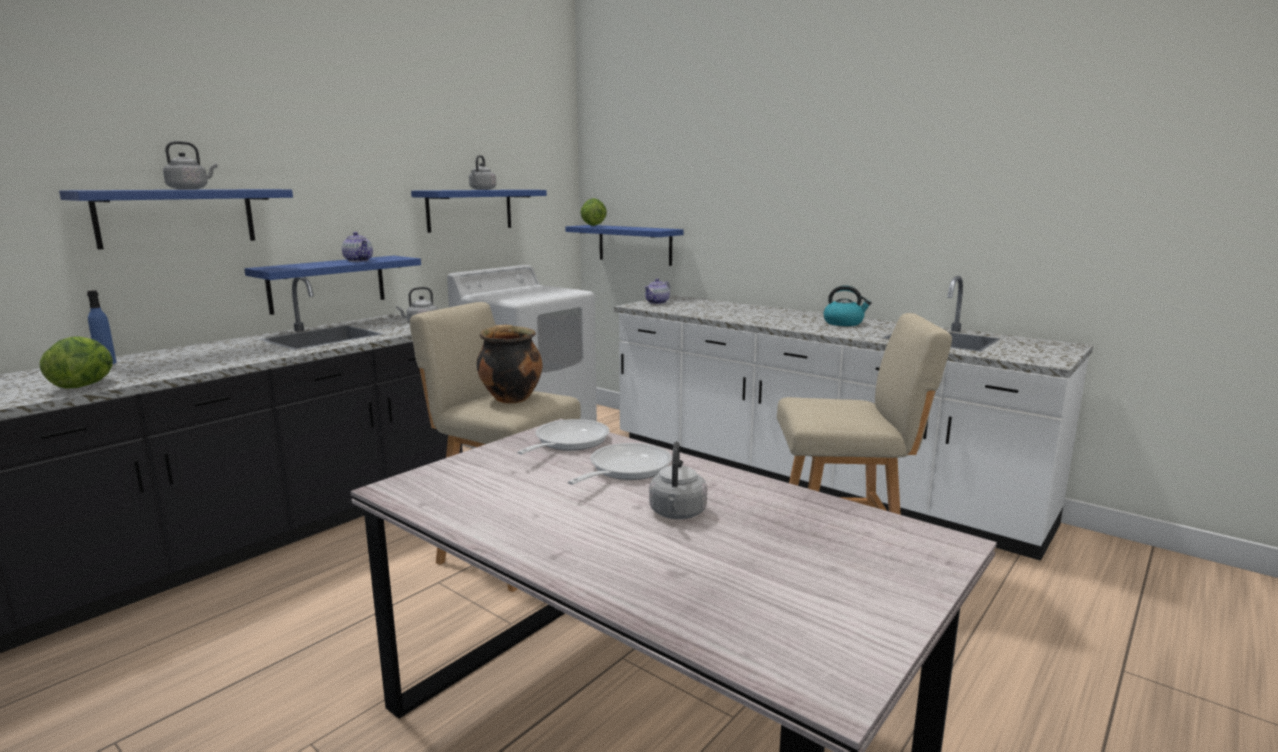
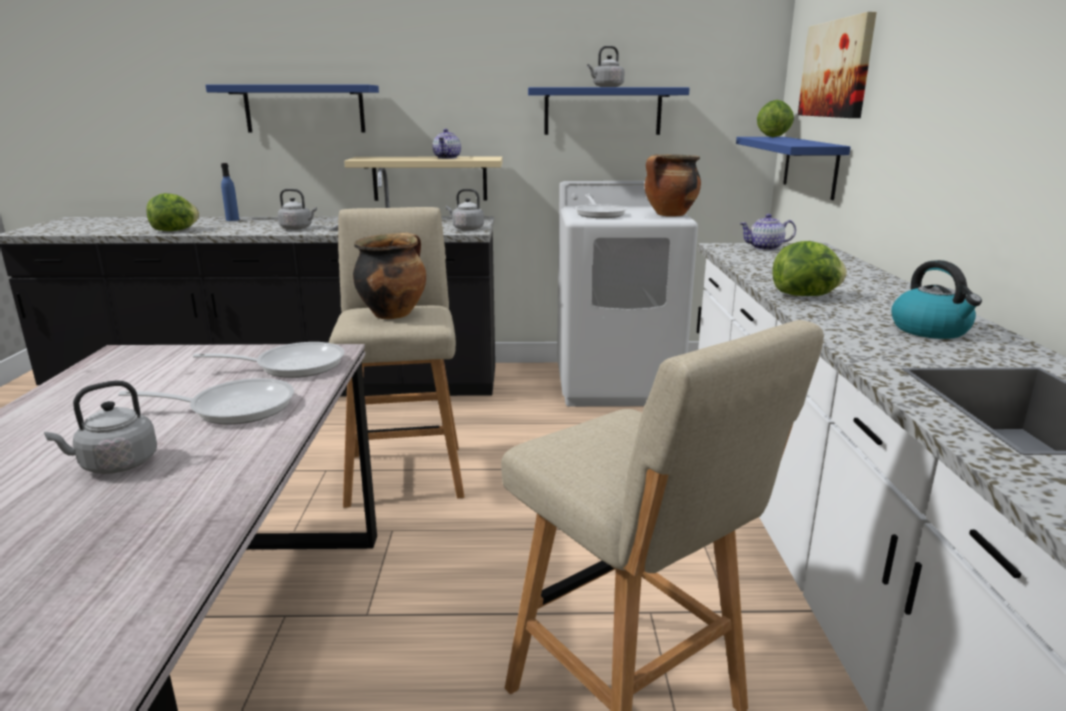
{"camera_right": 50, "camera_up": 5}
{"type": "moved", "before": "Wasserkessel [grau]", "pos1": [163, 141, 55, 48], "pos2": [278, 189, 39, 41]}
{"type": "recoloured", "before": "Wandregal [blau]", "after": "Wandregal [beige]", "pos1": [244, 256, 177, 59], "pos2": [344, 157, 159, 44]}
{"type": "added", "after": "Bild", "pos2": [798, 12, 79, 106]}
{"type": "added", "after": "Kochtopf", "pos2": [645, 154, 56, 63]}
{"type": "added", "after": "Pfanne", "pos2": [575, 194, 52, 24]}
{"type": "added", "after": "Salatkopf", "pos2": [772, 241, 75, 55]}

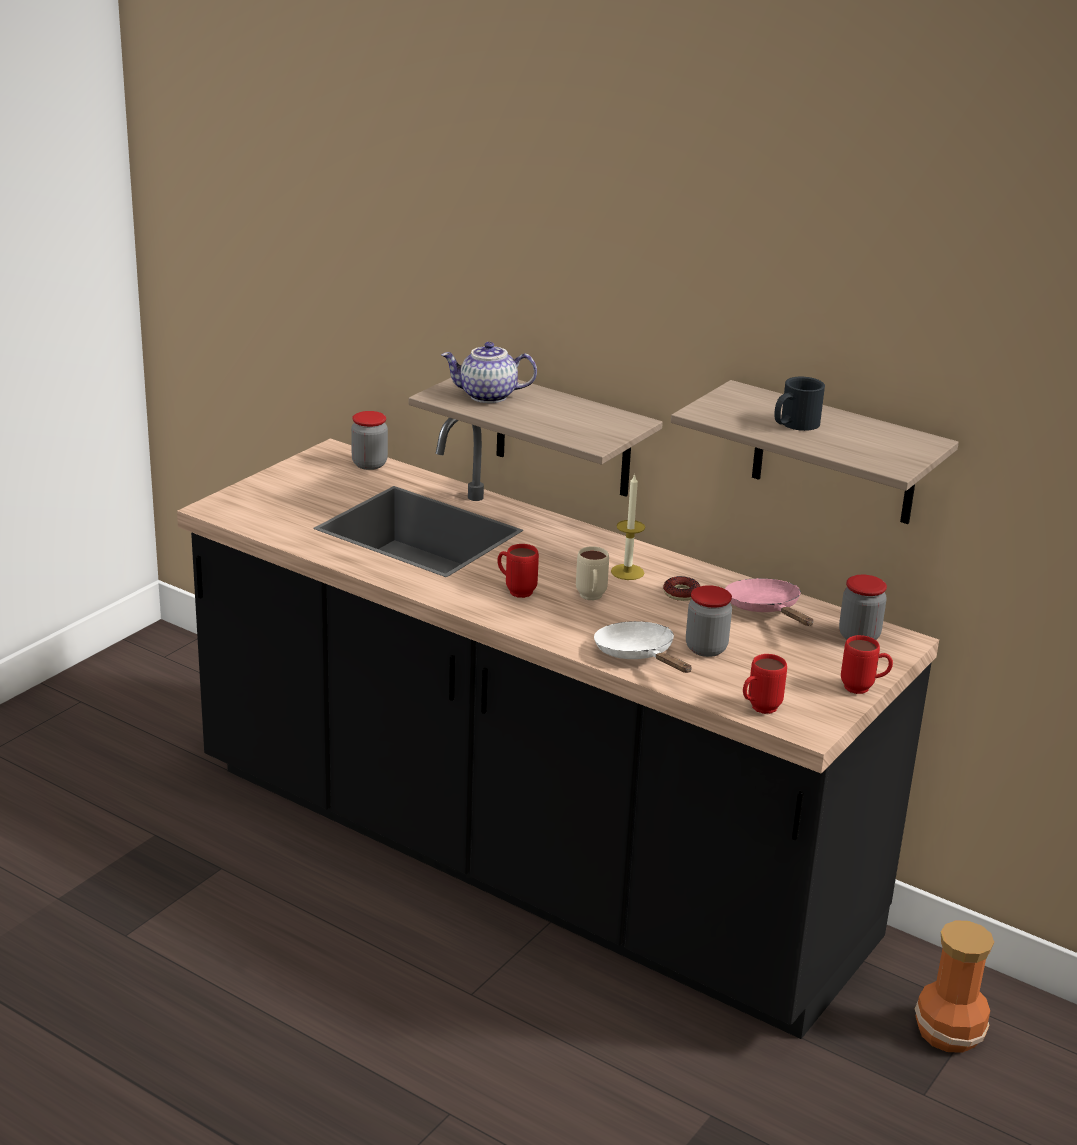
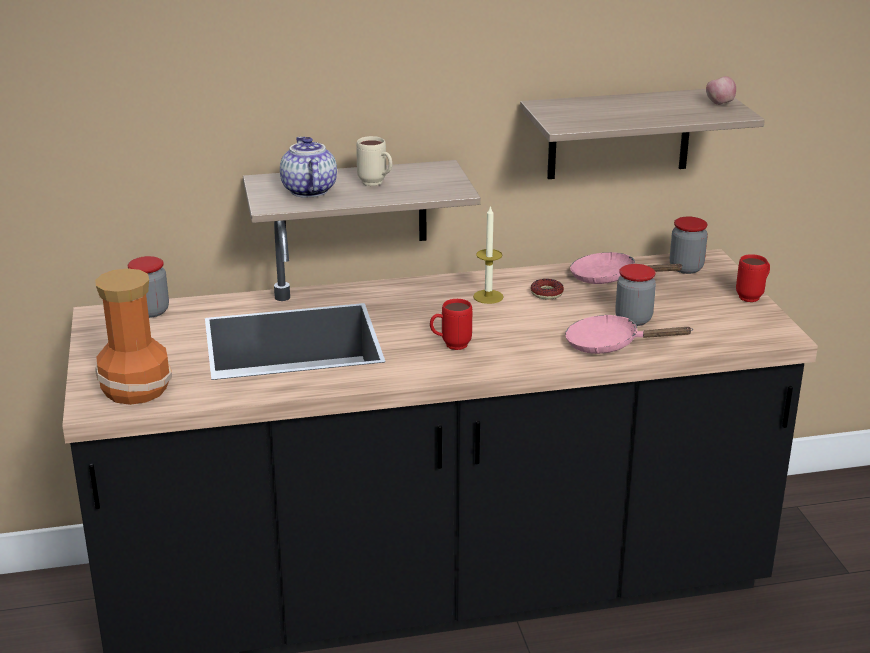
{"camera_right": -45, "camera_up": 0}
{"type": "turned", "before": "Teekanne", "pos1": [441, 342, 96, 61], "pos2": [280, 137, 57, 61], "turn": 120}
{"type": "removed", "before": "Henkelbecher [schwarz]", "pos1": [774, 377, 51, 54]}
{"type": "moved", "before": "Henkelbecher [beige]", "pos1": [576, 546, 33, 54], "pos2": [356, 136, 36, 50]}
{"type": "recoloured", "before": "Pfanne [weiß]", "after": "Pfanne [rosa]", "pos1": [594, 621, 98, 52], "pos2": [565, 314, 128, 40]}
{"type": "removed", "before": "Henkelbecher [rot]", "pos1": [743, 654, 44, 60]}
{"type": "moved", "before": "Vase", "pos1": [915, 920, 79, 133], "pos2": [95, 268, 77, 137]}
{"type": "added", "after": "Apfel", "pos2": [706, 76, 30, 29]}

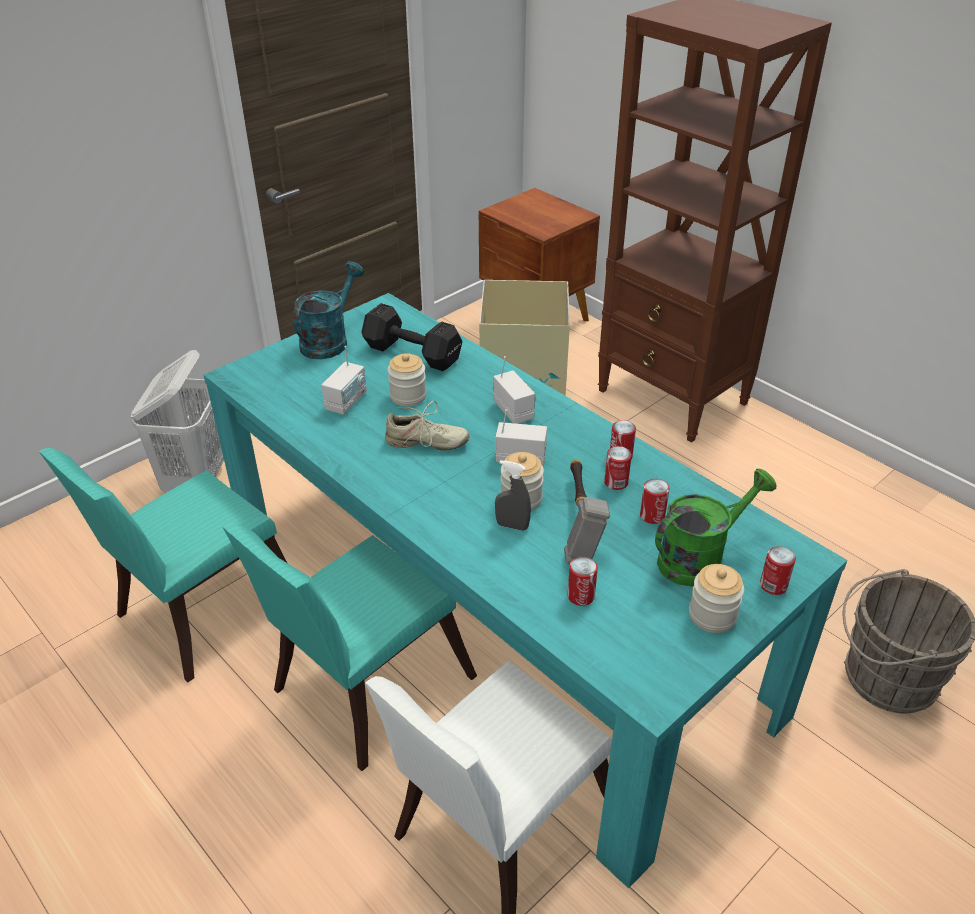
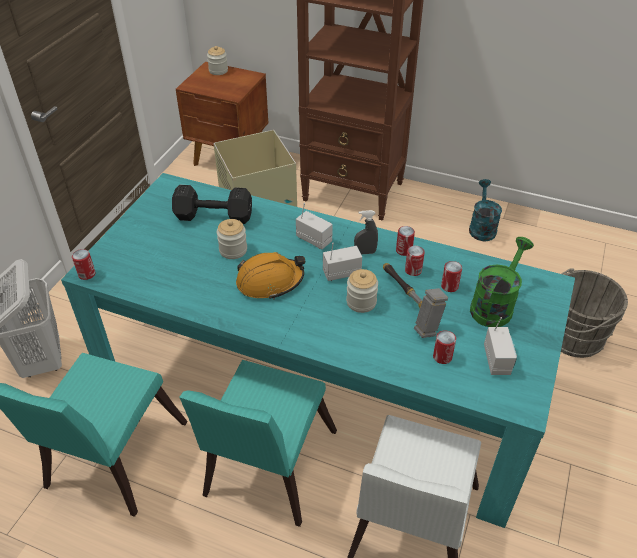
{"camera_right": -25, "camera_up": 5}
{"type": "moved", "before": "Gießkanne [türkis]", "pos1": [293, 261, 71, 98], "pos2": [469, 179, 33, 62]}
{"type": "moved", "before": "Radio", "pos1": [321, 346, 46, 69], "pos2": [484, 317, 33, 58]}
{"type": "replaced", "before": "Schuh [beige]", "after": "Schutzhelm [orange]", "pos1": [385, 401, 85, 50], "pos2": [236, 252, 69, 48]}
{"type": "moved", "before": "Sprühflasche [grau]", "pos1": [495, 460, 36, 71], "pos2": [354, 210, 24, 45]}
{"type": "moved", "before": "Dose", "pos1": [760, 546, 36, 49], "pos2": [72, 249, 24, 31]}
{"type": "moved", "before": "Vorratsglas", "pos1": [689, 564, 55, 69], "pos2": [207, 46, 21, 29]}

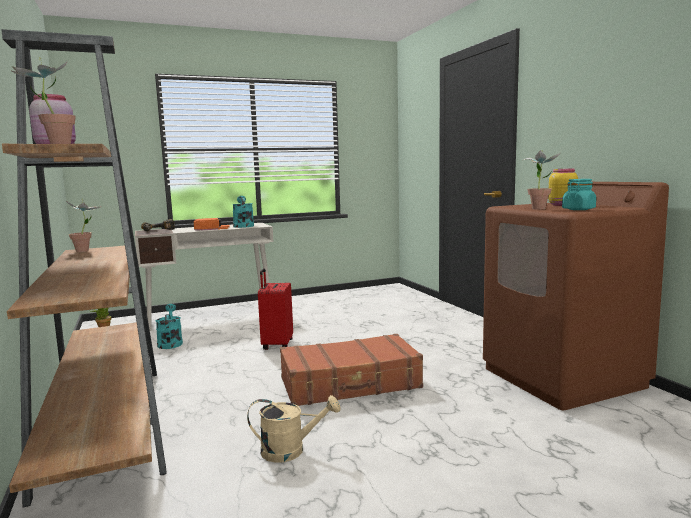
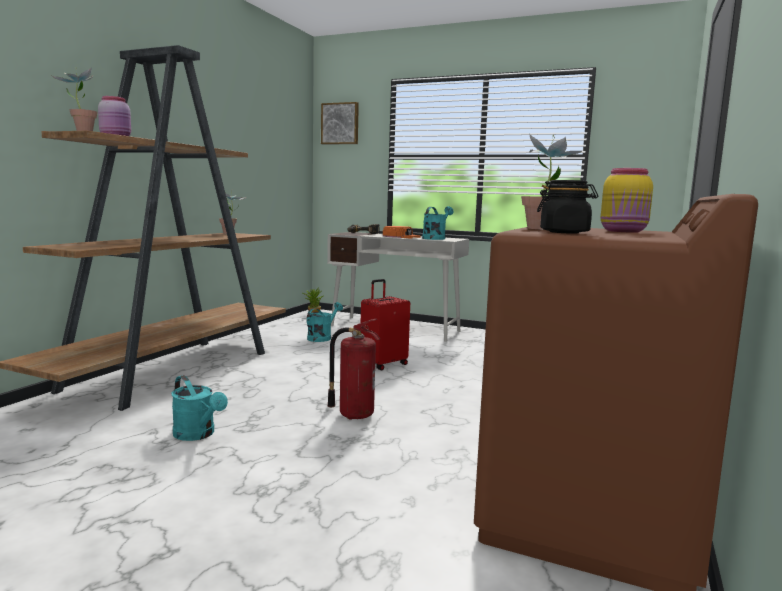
{"camera_right": 45, "camera_up": 0}
{"type": "recoloured", "before": "Vorratsglas [türkis]", "after": "Vorratsglas [schwarz]", "pos1": [562, 179, 34, 31], "pos2": [537, 180, 61, 53]}
{"type": "replaced", "before": "Koffer [braun]", "after": "Feuerlöscher", "pos1": [280, 334, 143, 72], "pos2": [327, 319, 53, 101]}
{"type": "recoloured", "before": "Gießkanne [beige]", "after": "Gießkanne [türkis]", "pos1": [247, 395, 94, 68], "pos2": [172, 375, 56, 66]}
{"type": "added", "after": "Bild", "pos2": [321, 102, 38, 43]}

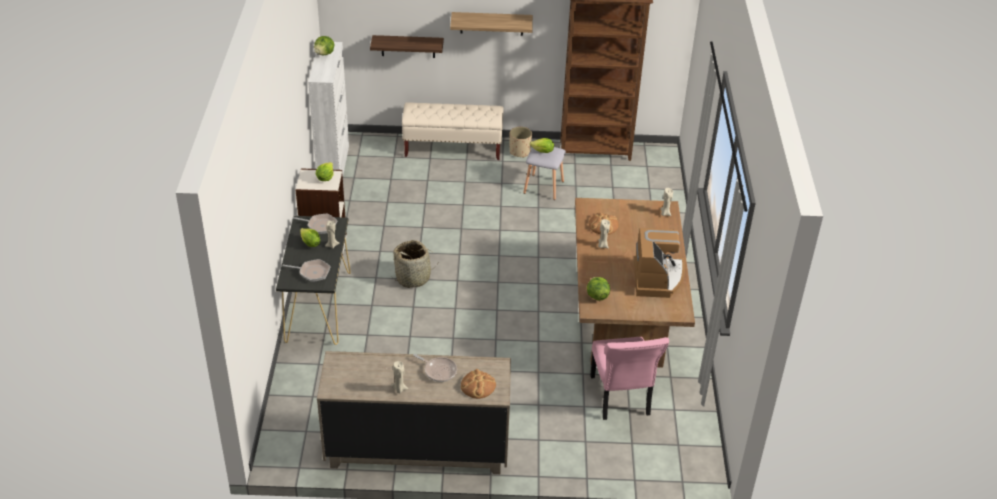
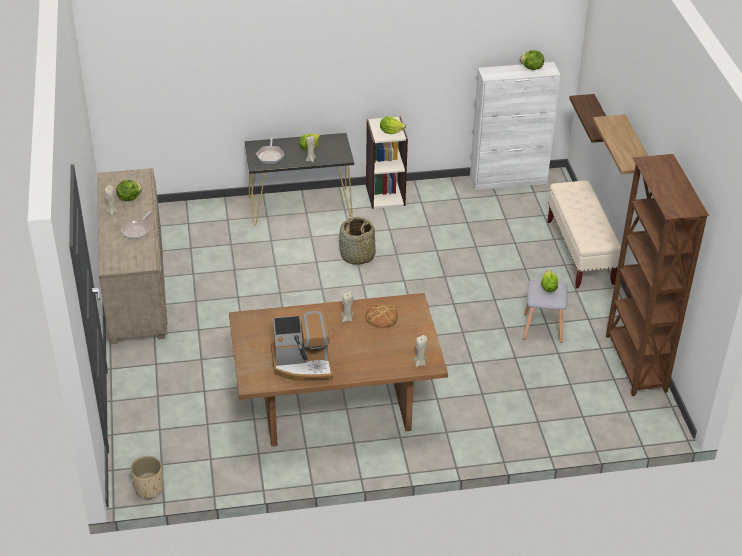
{"camera_right": 80, "camera_up": 0}
{"type": "moved", "before": "Pflanzkübel [beige]", "pos1": [510, 127, 22, 31], "pos2": [130, 456, 34, 43]}
{"type": "removed", "before": "Pfanne", "pos1": [292, 214, 46, 20]}
{"type": "moved", "before": "Salatkopf", "pos1": [587, 277, 23, 24], "pos2": [116, 180, 27, 21]}
{"type": "removed", "before": "Stuhl [rosa]", "pos1": [590, 337, 79, 83]}
{"type": "removed", "before": "Brot", "pos1": [461, 369, 35, 30]}

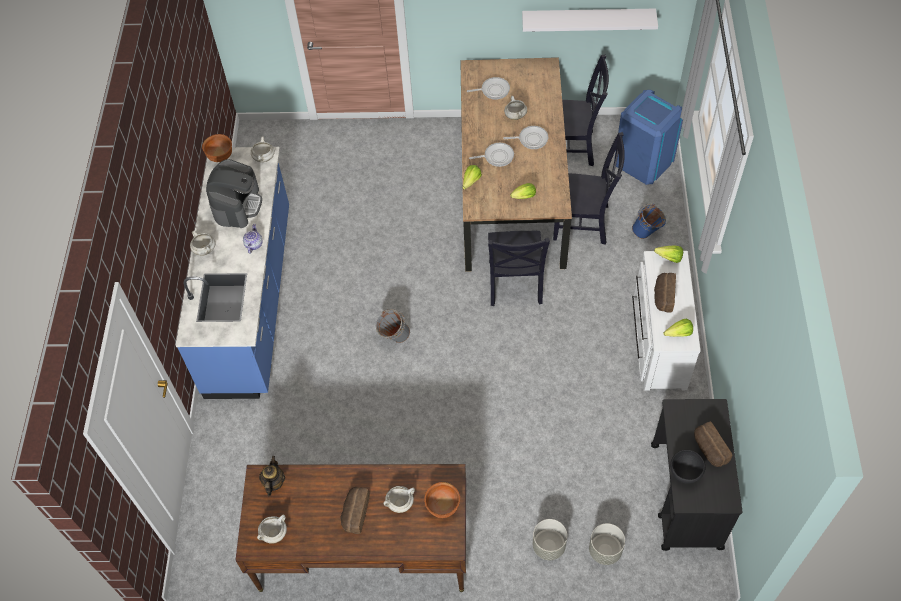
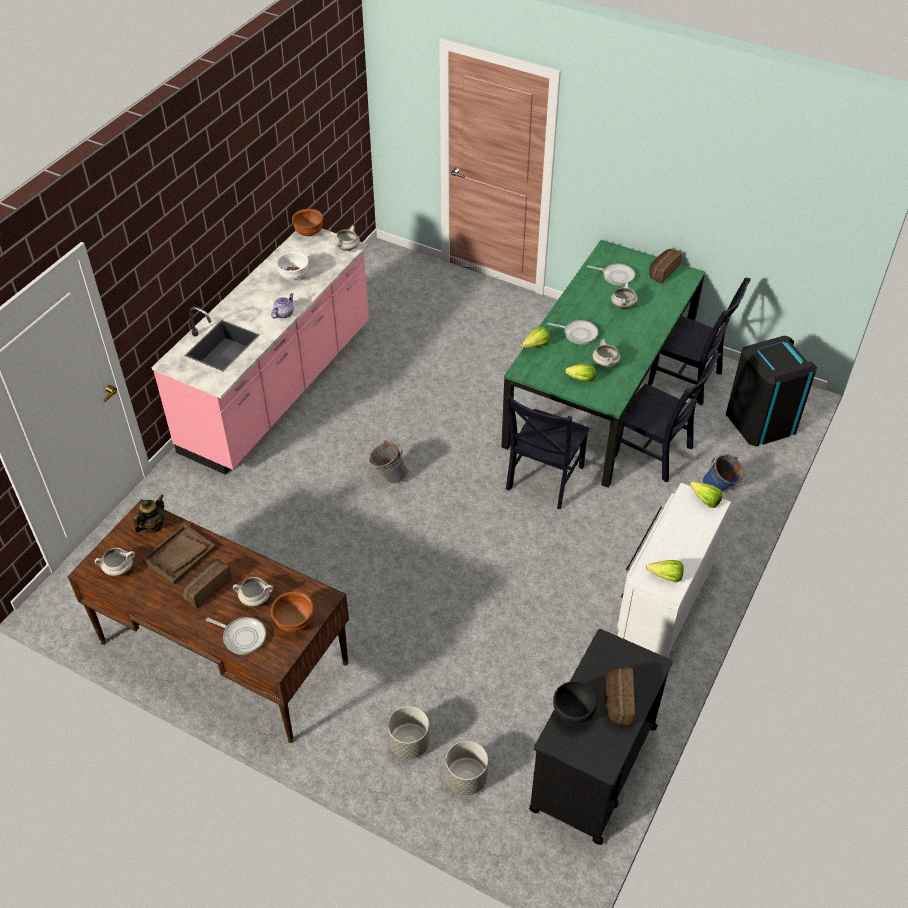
{"camera_right": 25, "camera_up": -10}
{"type": "removed", "before": "Wandregal [weiß]", "pos1": [522, 9, 136, 23]}
{"type": "recoloured", "before": "Esstisch [braun]", "after": "Esstisch [grün]", "pos1": [460, 57, 112, 215], "pos2": [501, 240, 204, 248]}
{"type": "recoloured", "before": "Mülleimer [blau]", "after": "Mülleimer [schwarz]", "pos1": [614, 90, 69, 95], "pos2": [726, 336, 91, 111]}
{"type": "moved", "before": "Pfanne", "pos1": [503, 126, 45, 23], "pos2": [206, 617, 60, 38]}
{"type": "recoloured", "before": "Küchenzeile [blau]", "after": "Küchenzeile [rosa]", "pos1": [175, 147, 114, 252], "pos2": [151, 228, 218, 247]}
{"type": "replaced", "before": "Kaffeemaschine", "after": "Schüssel [weiß]", "pos1": [206, 159, 56, 69], "pos2": [276, 252, 33, 28]}
{"type": "moved", "before": "Kochtopf [weiß]", "pos1": [190, 231, 25, 24], "pos2": [593, 339, 27, 29]}
{"type": "moved", "before": "Brot", "pos1": [654, 273, 22, 39], "pos2": [649, 249, 33, 34]}
{"type": "added", "after": "Tablett [braun]", "pos2": [142, 524, 74, 61]}

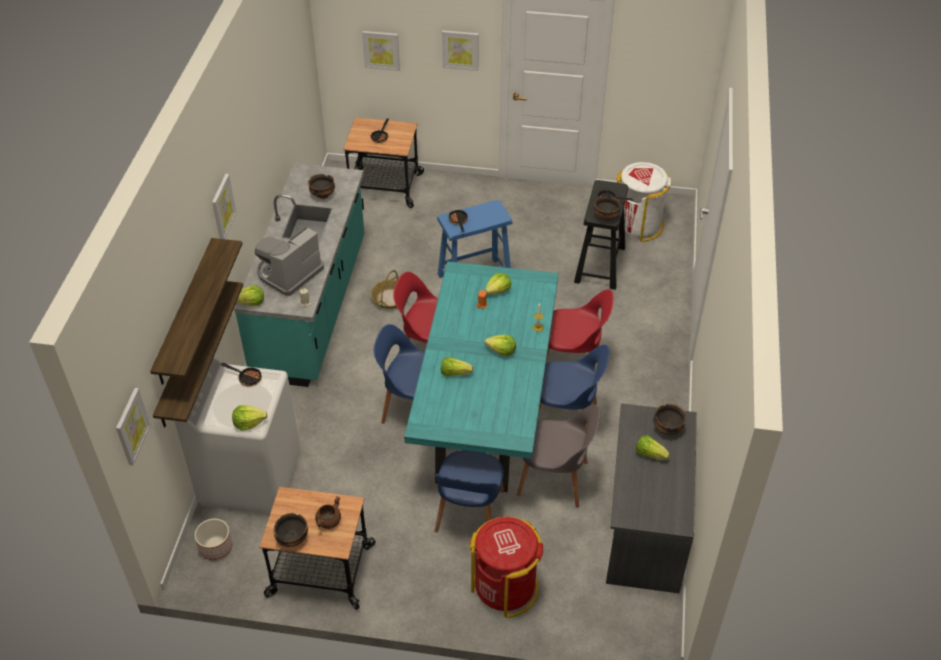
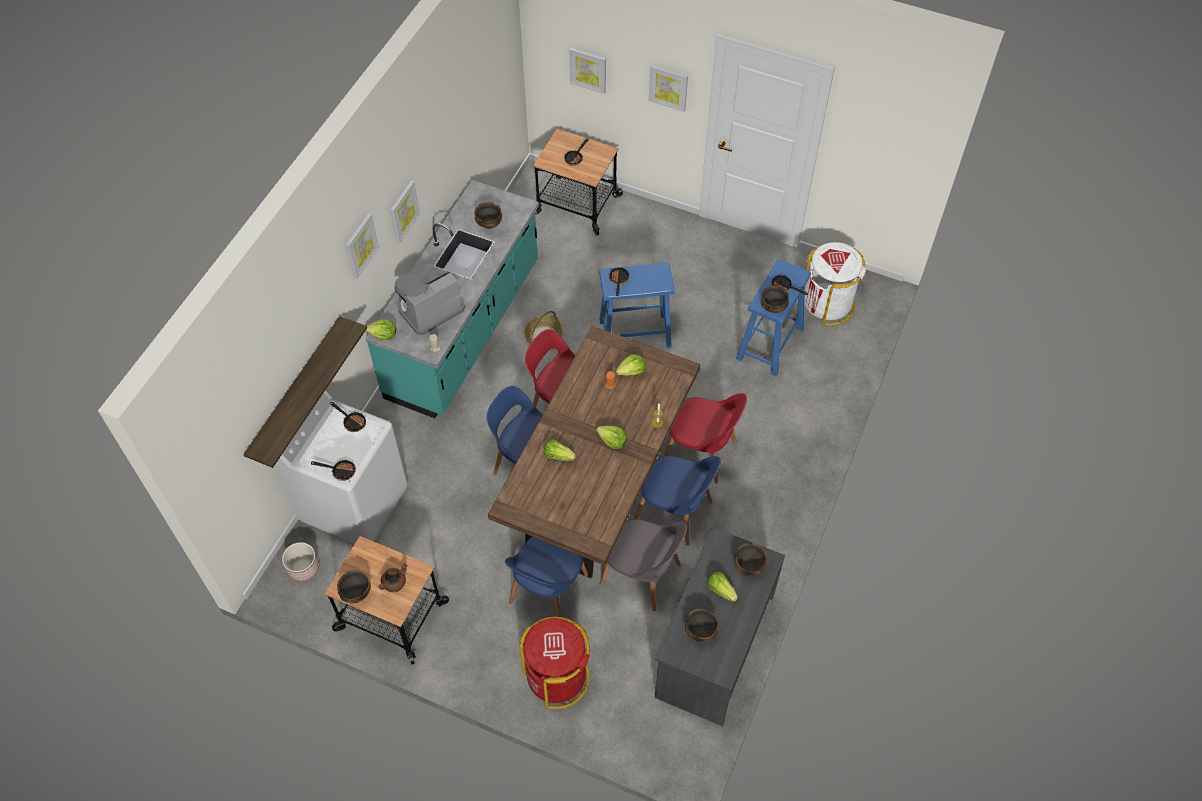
{"camera_right": 15, "camera_up": 10}
{"type": "recoloured", "before": "Hocker [schwarz]", "after": "Hocker [blau]", "pos1": [574, 180, 54, 110], "pos2": [736, 260, 75, 116]}
{"type": "removed", "before": "Wandregal", "pos1": [150, 238, 92, 147]}
{"type": "recoloured", "before": "Esstisch [türkis]", "after": "Esstisch [braun]", "pos1": [404, 261, 155, 231], "pos2": [488, 326, 212, 252]}
{"type": "moved", "before": "Bild", "pos1": [116, 388, 35, 77], "pos2": [391, 180, 29, 63]}
{"type": "replaced", "before": "Salatkopf", "after": "Pfanne", "pos1": [232, 405, 35, 26], "pos2": [311, 459, 45, 22]}
{"type": "added", "after": "Schüssel", "pos2": [685, 608, 34, 34]}

